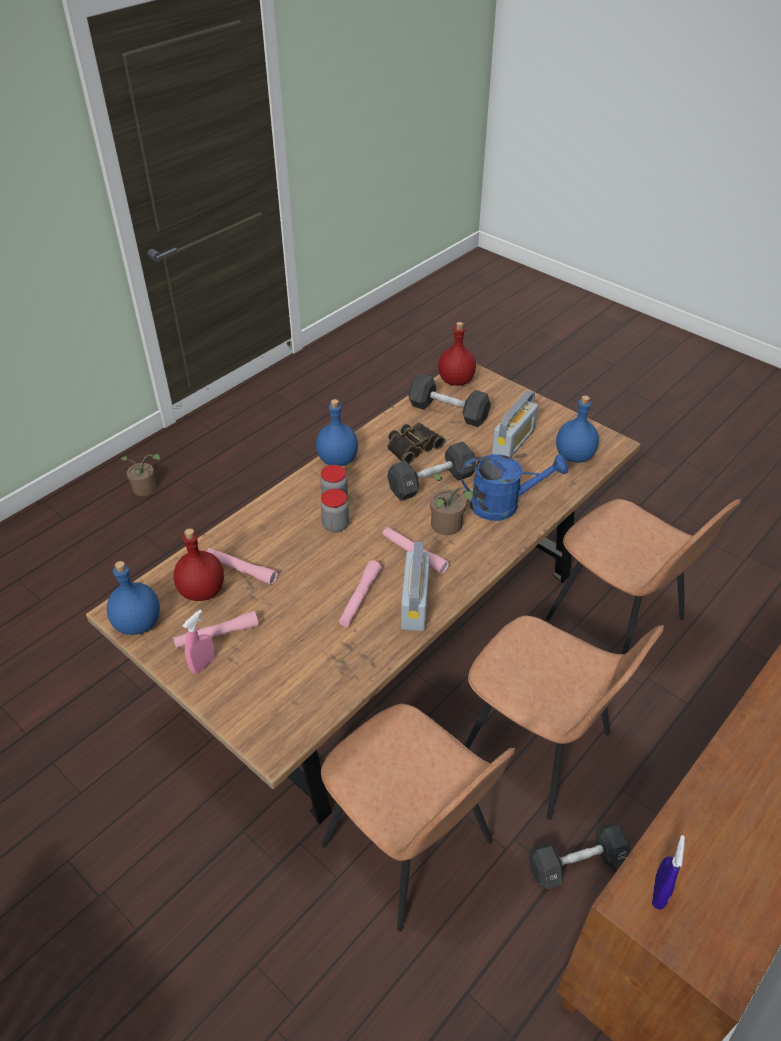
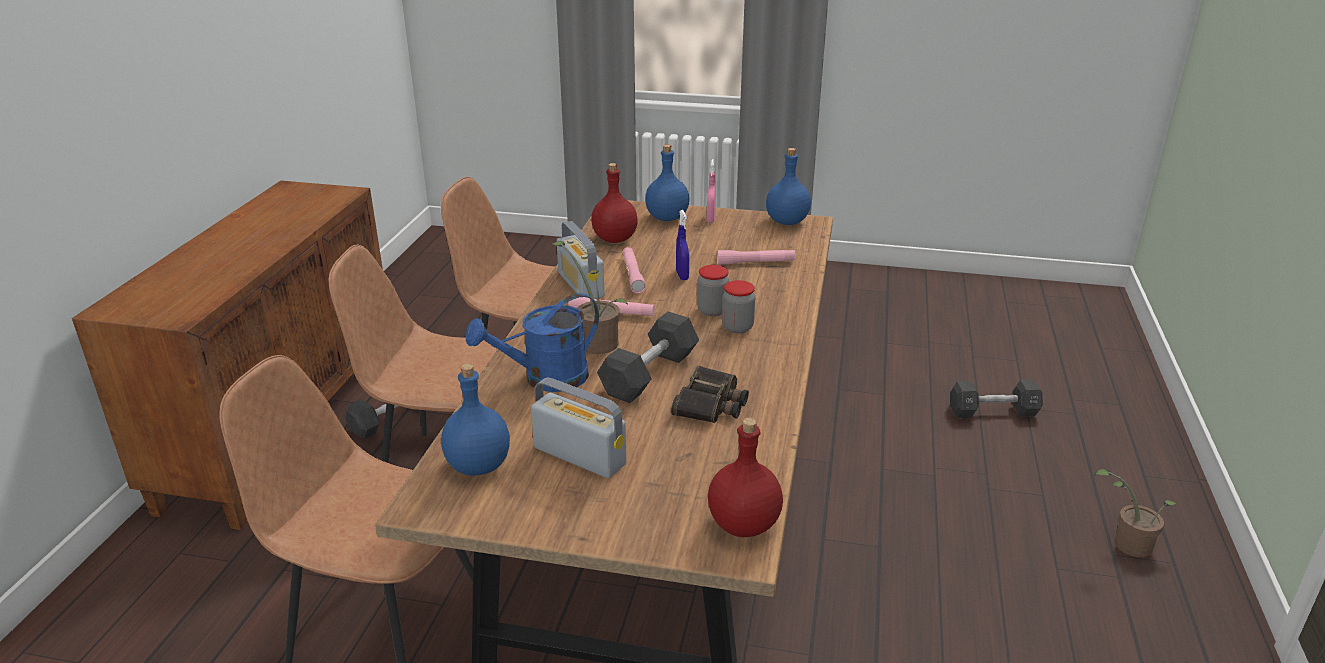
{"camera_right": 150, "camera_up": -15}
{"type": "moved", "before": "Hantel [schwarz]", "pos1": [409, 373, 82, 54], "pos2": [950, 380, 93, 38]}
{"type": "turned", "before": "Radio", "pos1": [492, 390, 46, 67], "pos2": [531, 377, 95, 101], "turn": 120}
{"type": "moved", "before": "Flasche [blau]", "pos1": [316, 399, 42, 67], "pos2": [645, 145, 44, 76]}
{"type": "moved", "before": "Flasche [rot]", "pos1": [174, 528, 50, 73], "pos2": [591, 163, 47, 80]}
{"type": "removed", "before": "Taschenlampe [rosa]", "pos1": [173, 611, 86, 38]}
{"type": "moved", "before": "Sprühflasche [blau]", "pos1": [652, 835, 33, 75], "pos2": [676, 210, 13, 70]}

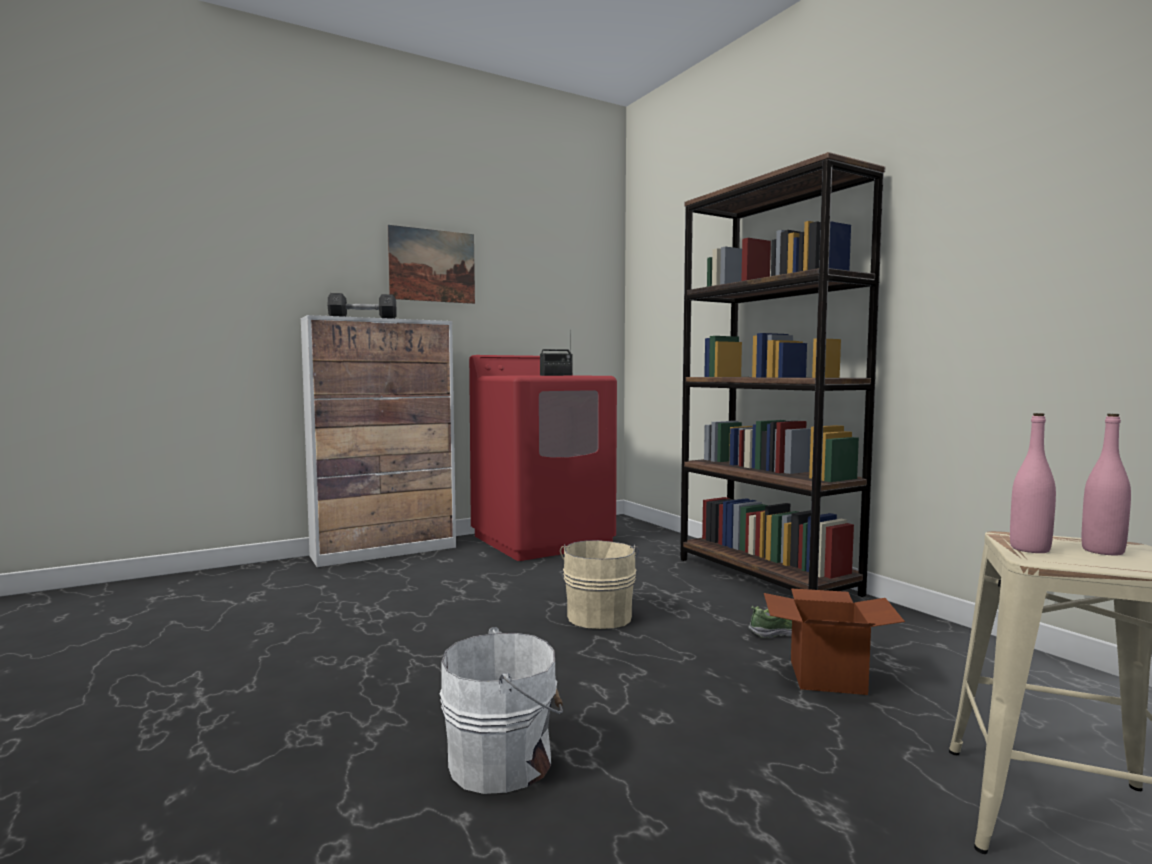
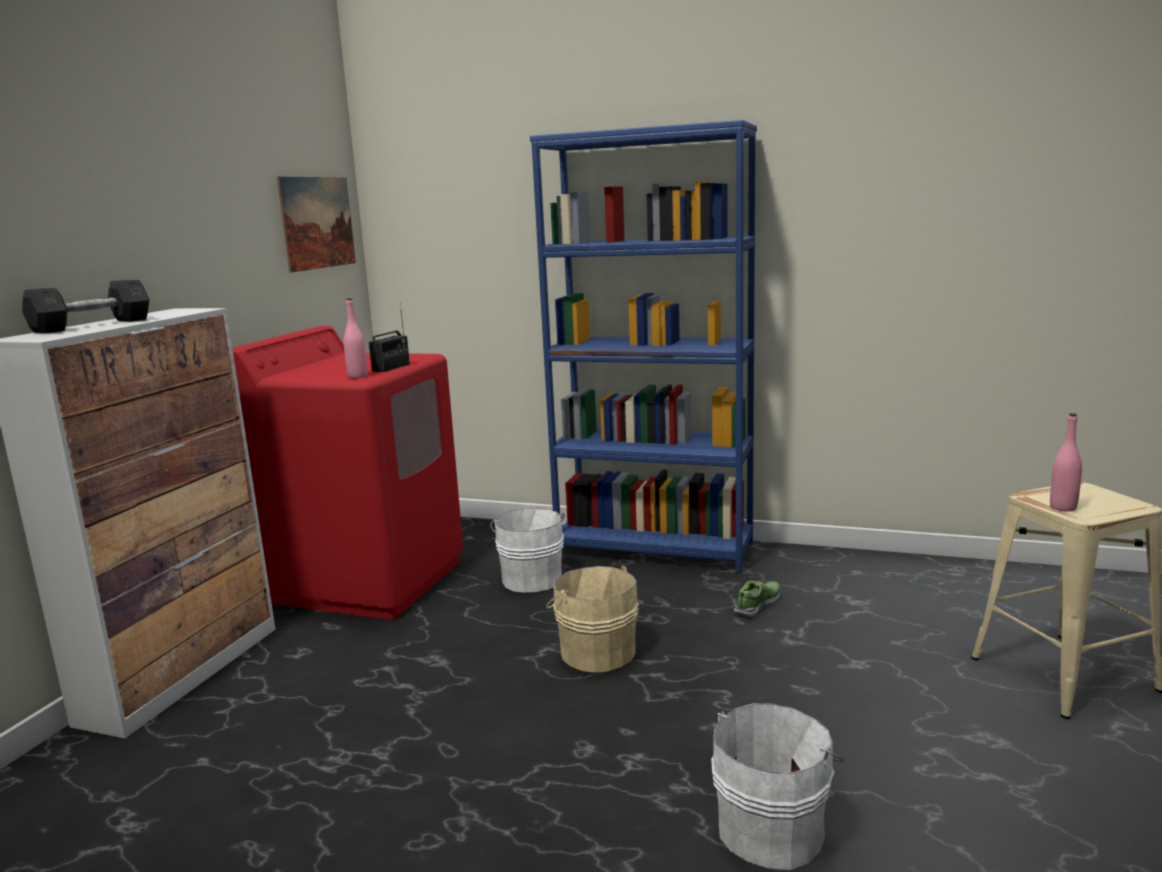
{"camera_right": -40, "camera_up": 10}
{"type": "recoloured", "before": "Bücherregal [braun]", "after": "Bücherregal [blau]", "pos1": [680, 152, 205, 445], "pos2": [530, 120, 227, 453]}
{"type": "moved", "before": "Bild", "pos1": [387, 225, 88, 79], "pos2": [277, 176, 79, 97]}
{"type": "moved", "before": "Flasche [rosa]", "pos1": [1081, 414, 50, 142], "pos2": [344, 298, 24, 80]}
{"type": "removed", "before": "Karton", "pos1": [764, 588, 141, 107]}
{"type": "added", "after": "Eimer [weiß]", "pos2": [490, 509, 75, 84]}

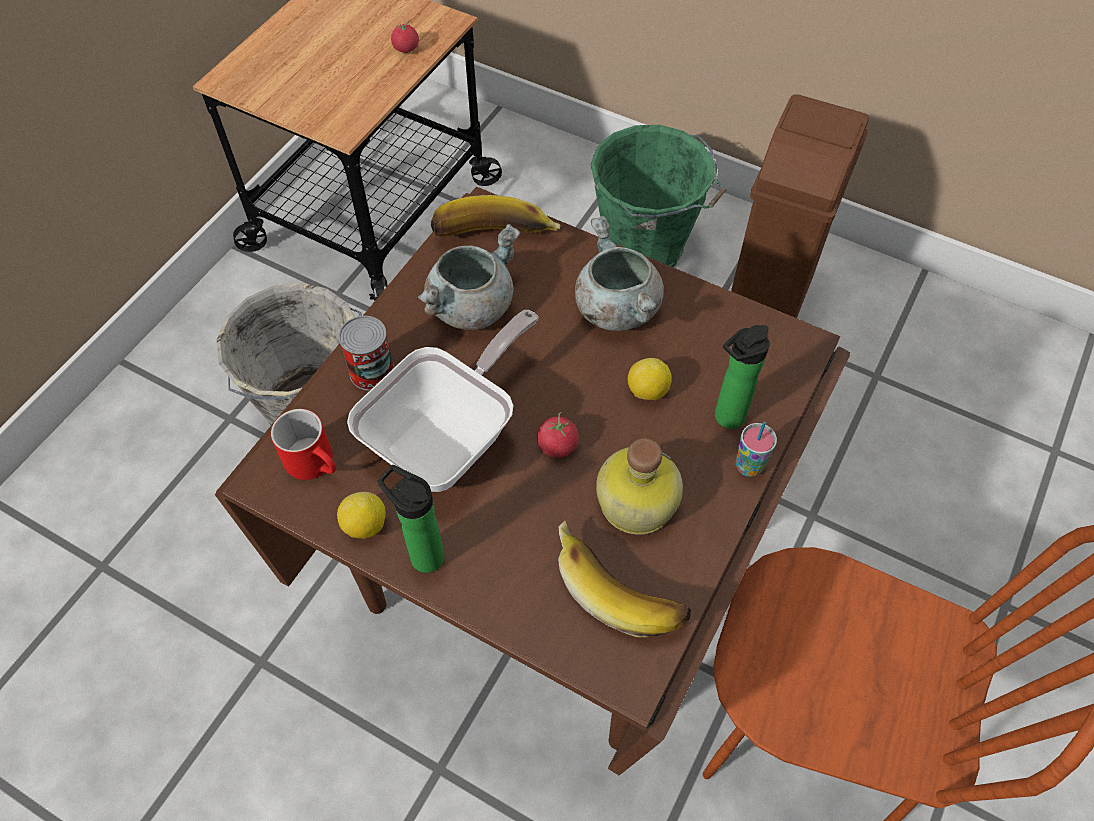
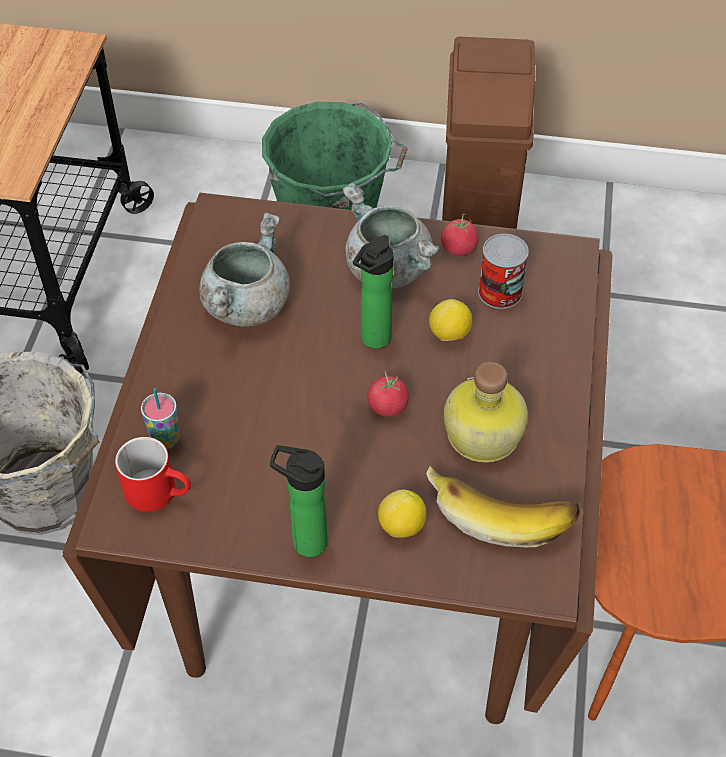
{"camera_right": -20, "camera_up": -5}
{"type": "moved", "before": "Tomate", "pos1": [391, 20, 28, 33], "pos2": [441, 214, 38, 42]}
{"type": "removed", "before": "Banane", "pos1": [431, 195, 129, 42]}
{"type": "removed", "before": "Pfanne", "pos1": [347, 310, 192, 182]}
{"type": "moved", "before": "Dose", "pos1": [338, 316, 57, 75], "pos2": [478, 234, 51, 75]}
{"type": "moved", "before": "Flasche", "pos1": [715, 325, 55, 104], "pos2": [353, 235, 41, 114]}
{"type": "moved", "before": "Tasse", "pos1": [736, 421, 41, 56], "pos2": [141, 388, 39, 61]}
{"type": "moved", "before": "Zitrone", "pos1": [337, 492, 49, 46], "pos2": [378, 490, 49, 48]}

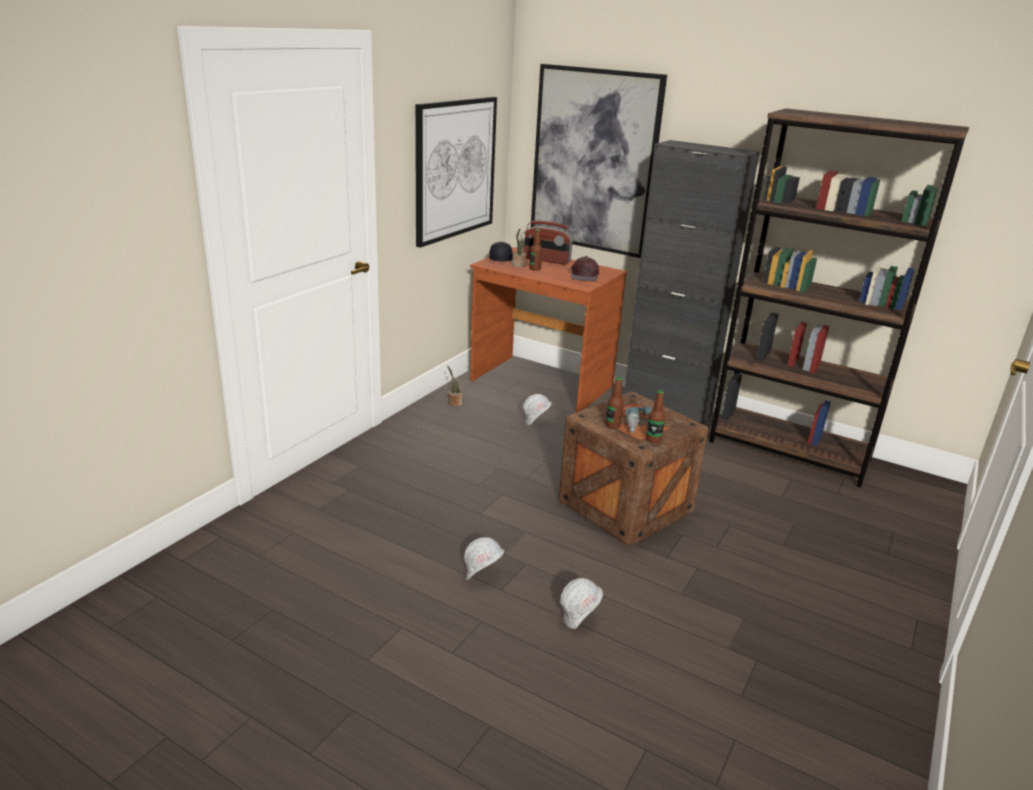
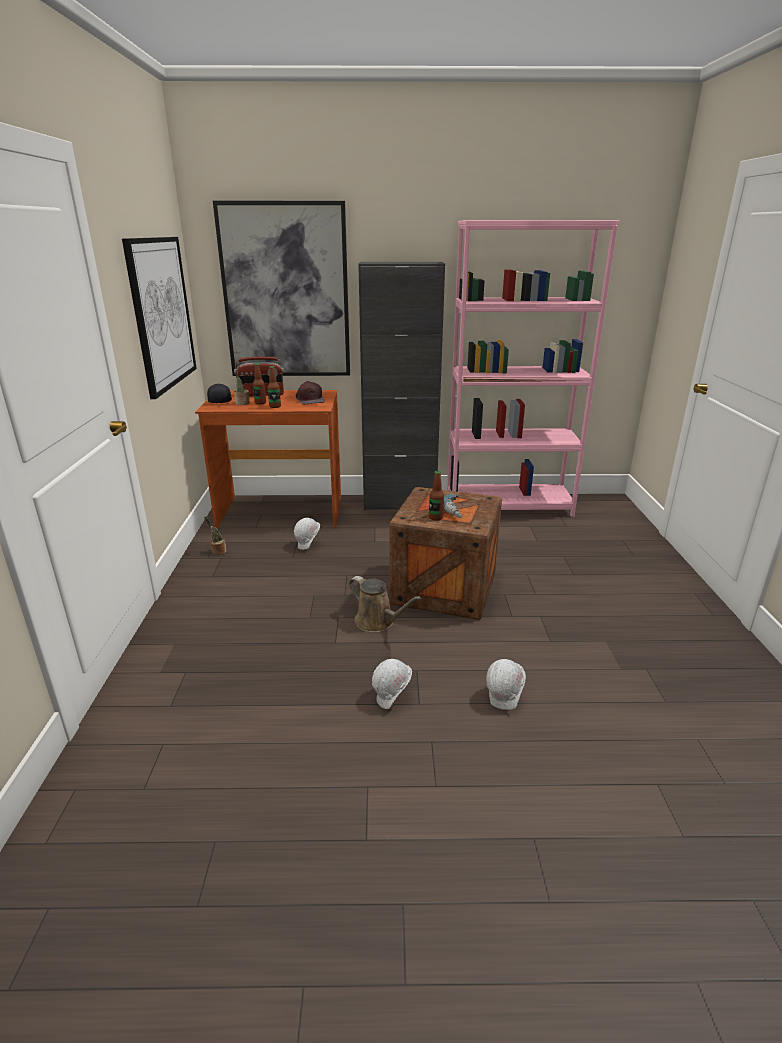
{"camera_right": -30, "camera_up": 0}
{"type": "recoloured", "before": "Bücherregal [braun]", "after": "Bücherregal [rosa]", "pos1": [709, 108, 260, 380], "pos2": [447, 220, 172, 297]}
{"type": "moved", "before": "Flasche", "pos1": [646, 390, 19, 53], "pos2": [268, 366, 13, 42]}
{"type": "added", "after": "Gießkanne [braun]", "pos2": [349, 576, 72, 57]}

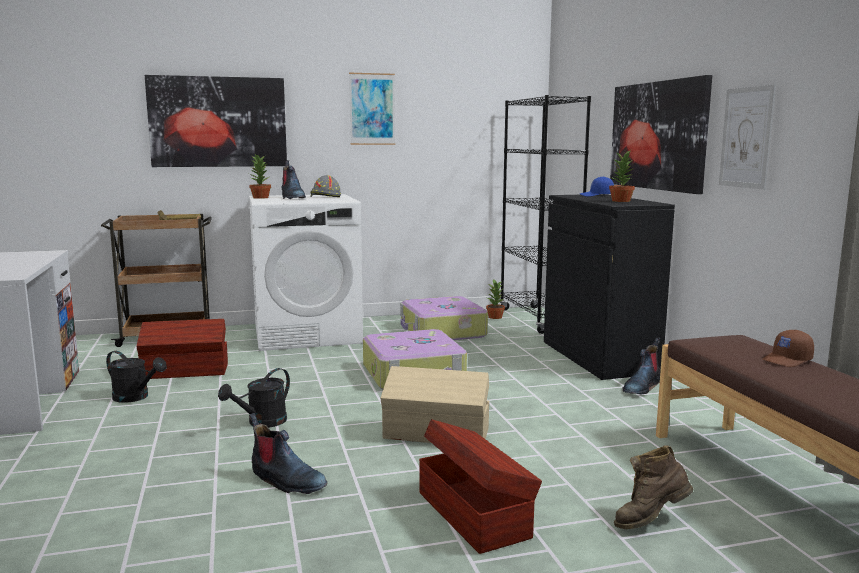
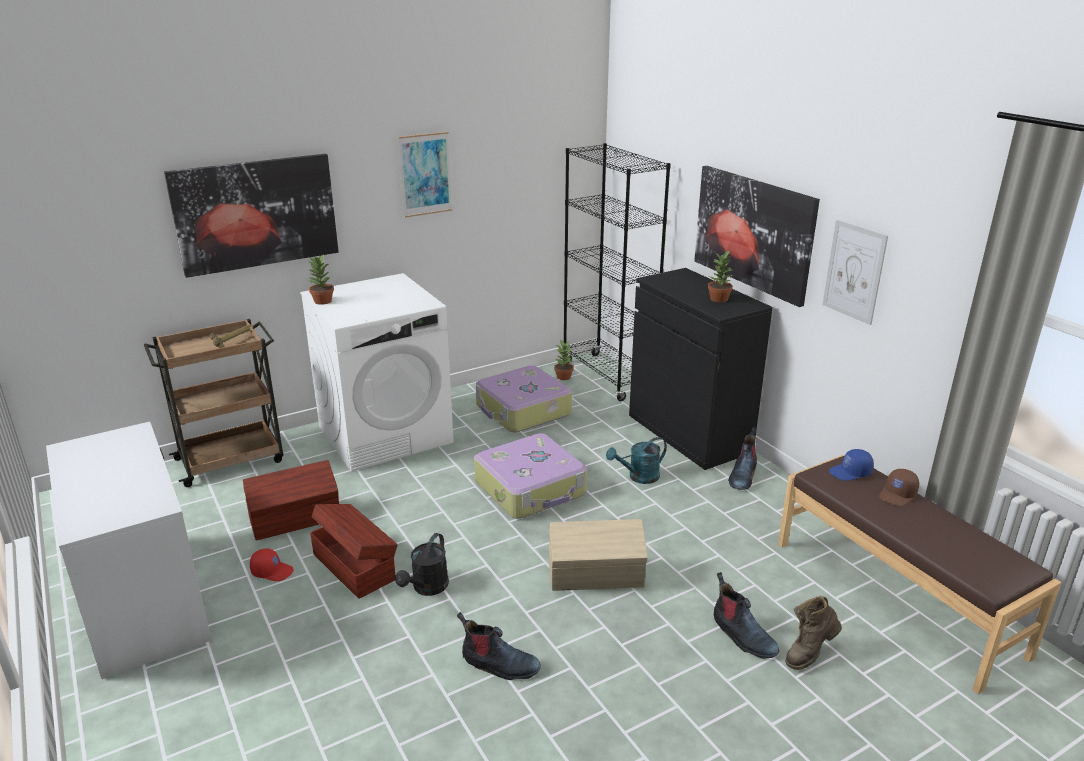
{"camera_right": -15, "camera_up": 15}
{"type": "moved", "before": "Stiefel", "pos1": [281, 160, 25, 39], "pos2": [714, 572, 65, 87]}
{"type": "removed", "before": "Schutzhelm [grau]", "pos1": [310, 175, 31, 22]}
{"type": "moved", "before": "Kappe [blau]", "pos1": [580, 176, 34, 20], "pos2": [829, 449, 45, 32]}
{"type": "replaced", "before": "Gießkanne [schwarz]", "after": "Kappe [rot]", "pos1": [106, 351, 61, 52], "pos2": [250, 549, 44, 32]}
{"type": "moved", "before": "Aufbewahrungsbox [braun]", "pos1": [419, 419, 123, 135], "pos2": [310, 504, 88, 95]}
{"type": "added", "after": "Gießkanne [türkis]", "pos2": [606, 437, 61, 47]}

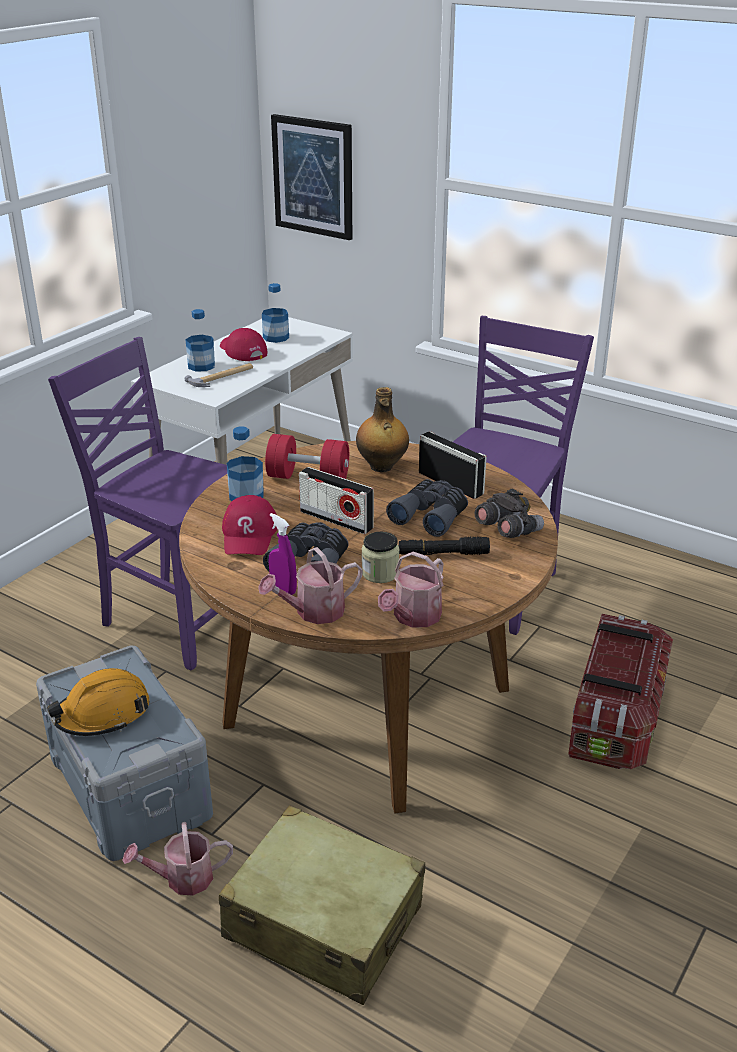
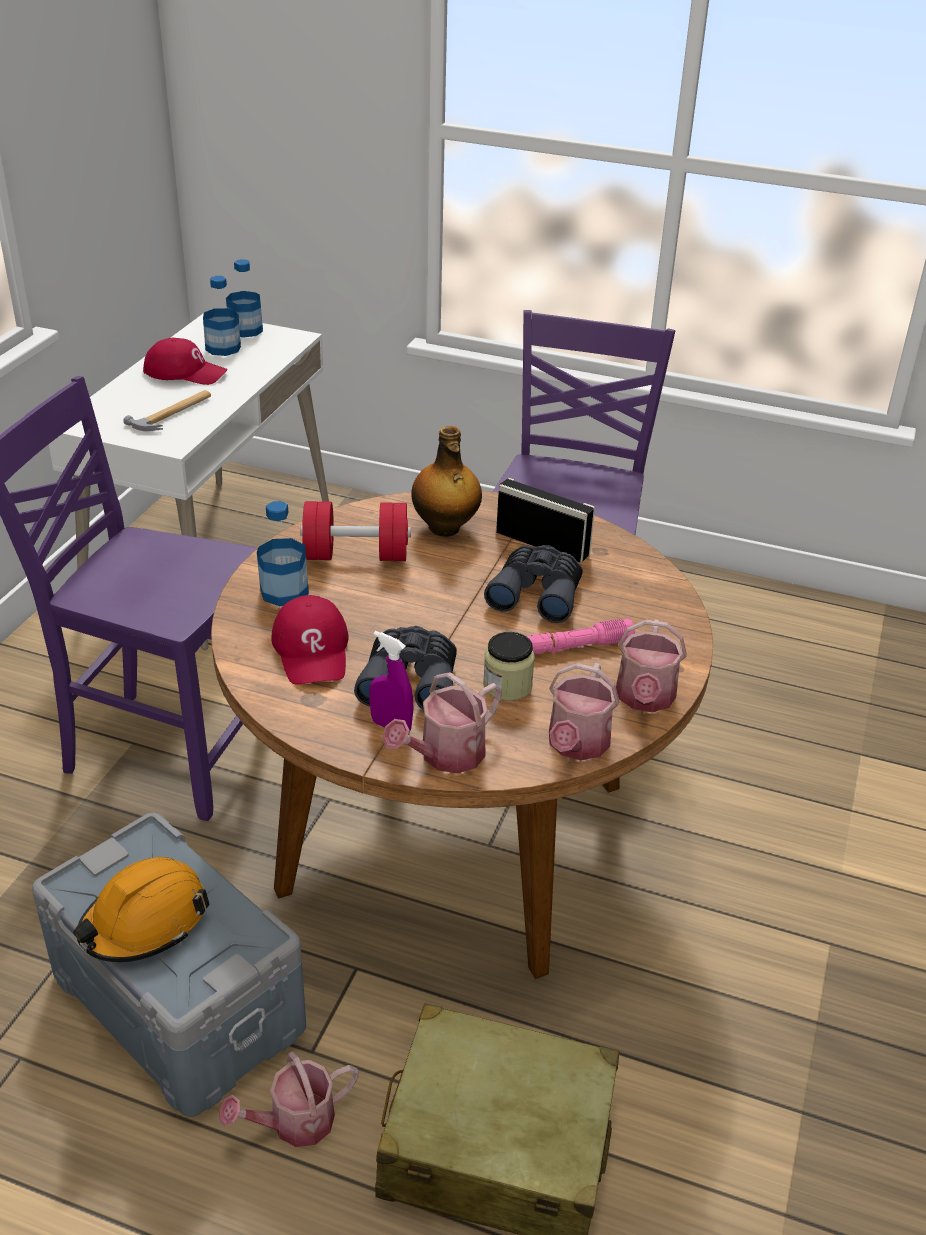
{"camera_right": -15, "camera_up": 5}
{"type": "removed", "before": "Bild", "pos1": [271, 114, 81, 126]}
{"type": "moved", "before": "Flasche", "pos1": [185, 309, 30, 63], "pos2": [226, 259, 37, 79]}
{"type": "turned", "before": "Kappe [rot]", "pos1": [220, 328, 48, 33], "pos2": [143, 338, 85, 47], "turn": 150}
{"type": "removed", "before": "Radio", "pos1": [299, 467, 75, 67]}
{"type": "removed", "before": "Fernglas [grau]", "pos1": [475, 489, 69, 49]}
{"type": "recoloured", "before": "Taschenlampe [schwarz]", "after": "Taschenlampe [rosa]", "pos1": [399, 537, 91, 18], "pos2": [526, 619, 109, 35]}
{"type": "removed", "before": "Aufbewahrungsbox", "pos1": [568, 614, 105, 155]}
{"type": "added", "after": "Gießkanne", "pos2": [616, 619, 71, 93]}

